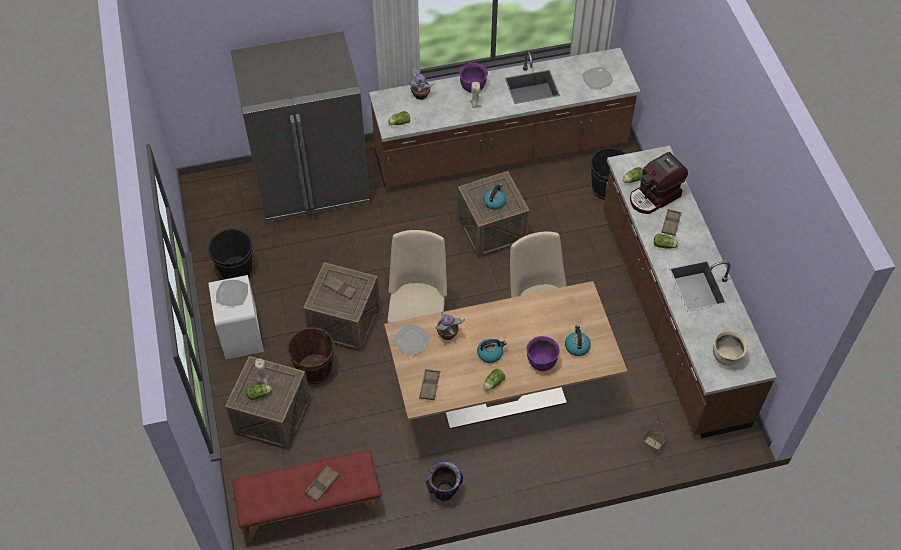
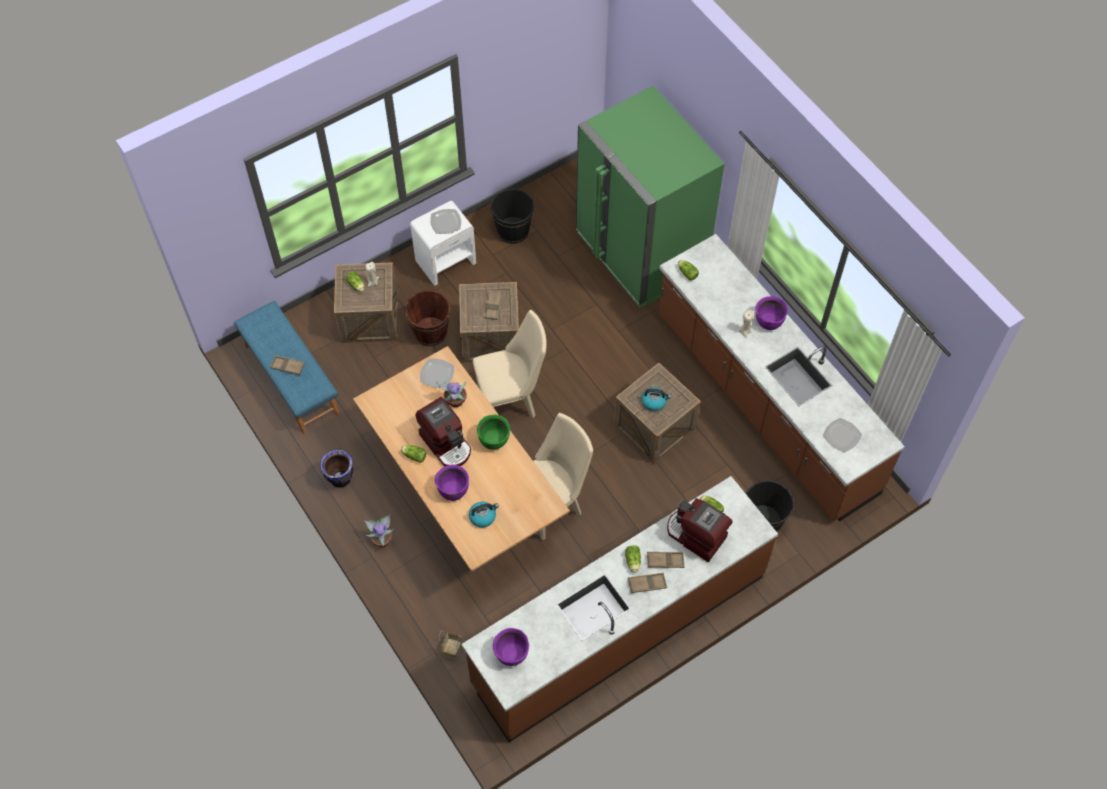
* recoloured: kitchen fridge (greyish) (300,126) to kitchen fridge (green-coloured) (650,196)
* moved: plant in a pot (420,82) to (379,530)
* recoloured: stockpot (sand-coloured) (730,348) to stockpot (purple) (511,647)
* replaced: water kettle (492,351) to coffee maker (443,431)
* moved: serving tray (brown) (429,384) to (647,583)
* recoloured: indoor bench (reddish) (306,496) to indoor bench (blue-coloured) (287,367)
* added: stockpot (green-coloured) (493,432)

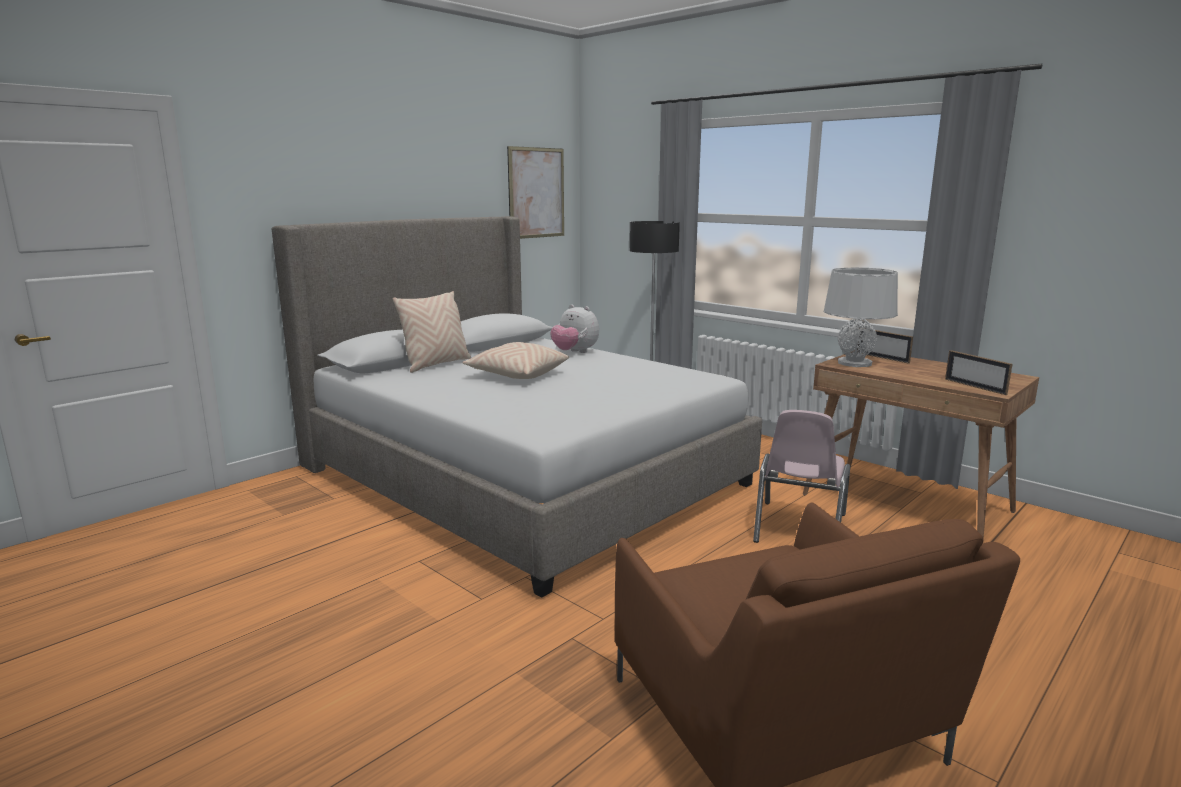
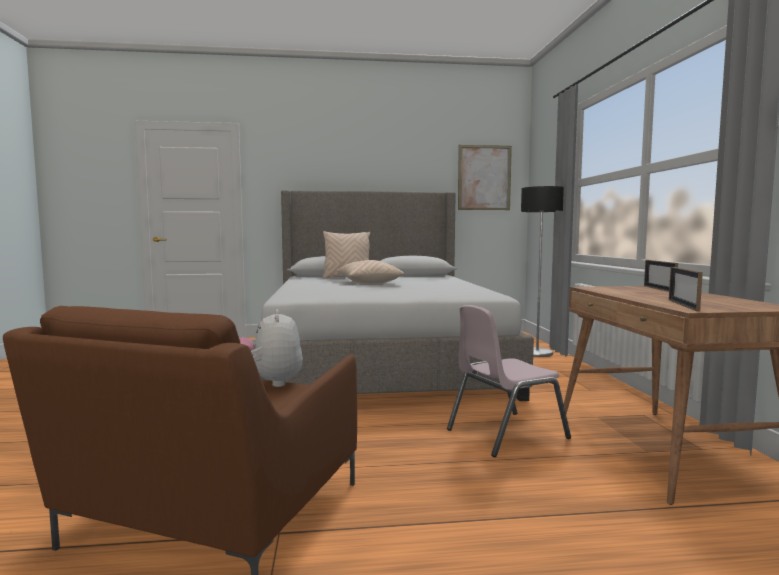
* removed: table lamp (greyish) (861,317)
* moved: cuddly toy (575,328) to (271,348)

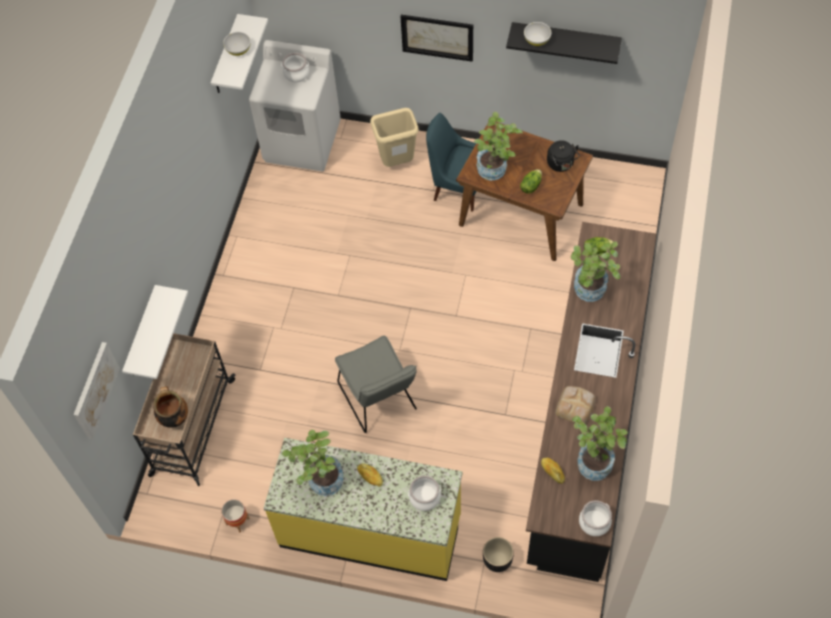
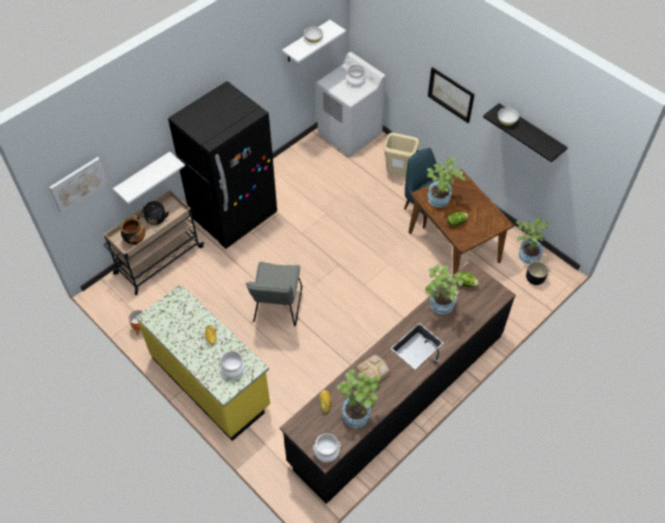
* moved: water kettle (black-coloured) (563,156) to (155,213)
* moved: plant in a pot (313,463) to (532,241)
* moved: planter (black-coloured) (498,554) to (537,273)
* added: kitchen fridge (black-coloured) (222,165)

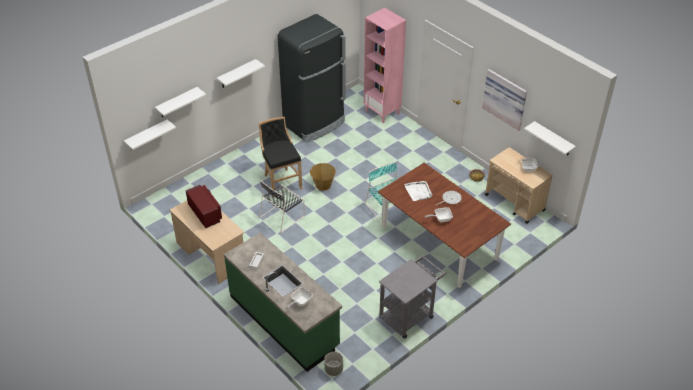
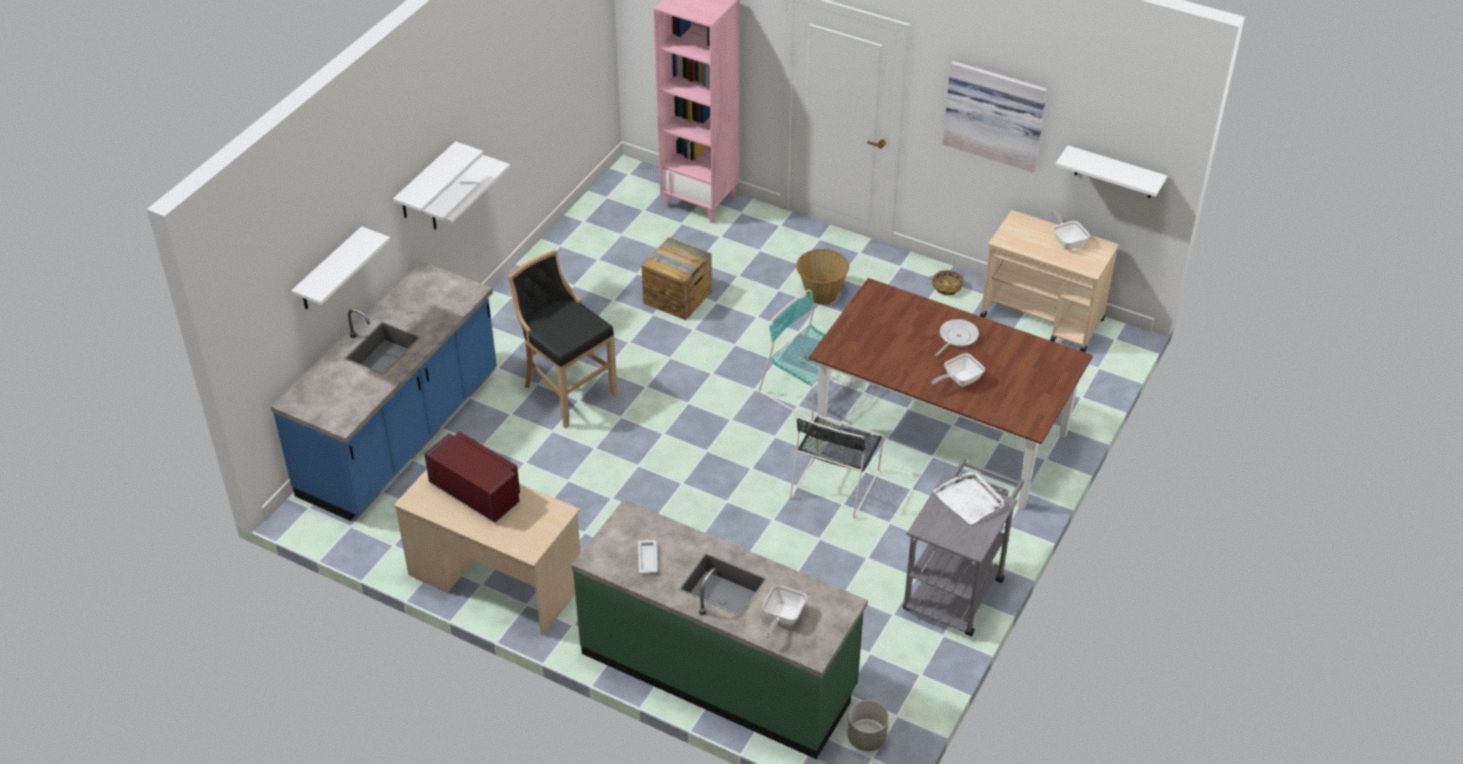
* removed: kitchen fridge (black-coloured) (311,78)
* moved: shelf (white-coloured) (150,134) to (467,192)
* moved: basket (323,177) to (822,277)
* moved: plain chair (black-coloured) (281,207) to (837,466)
* moved: serving tray (white-coloured) (418,191) to (969,498)
* added: packing crate (677,278)
* added: kitchen counter (blue-coloured) (384,391)

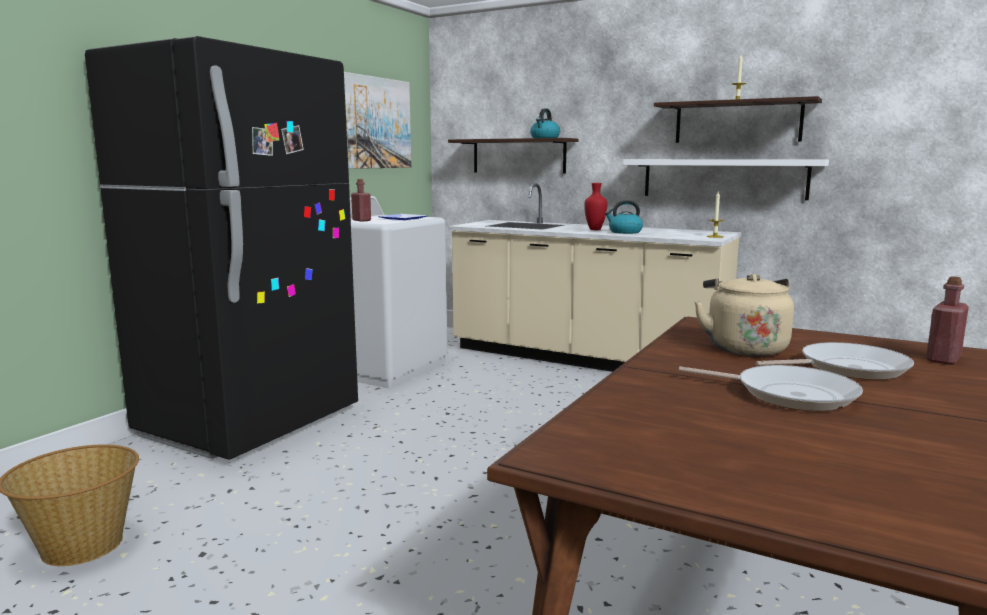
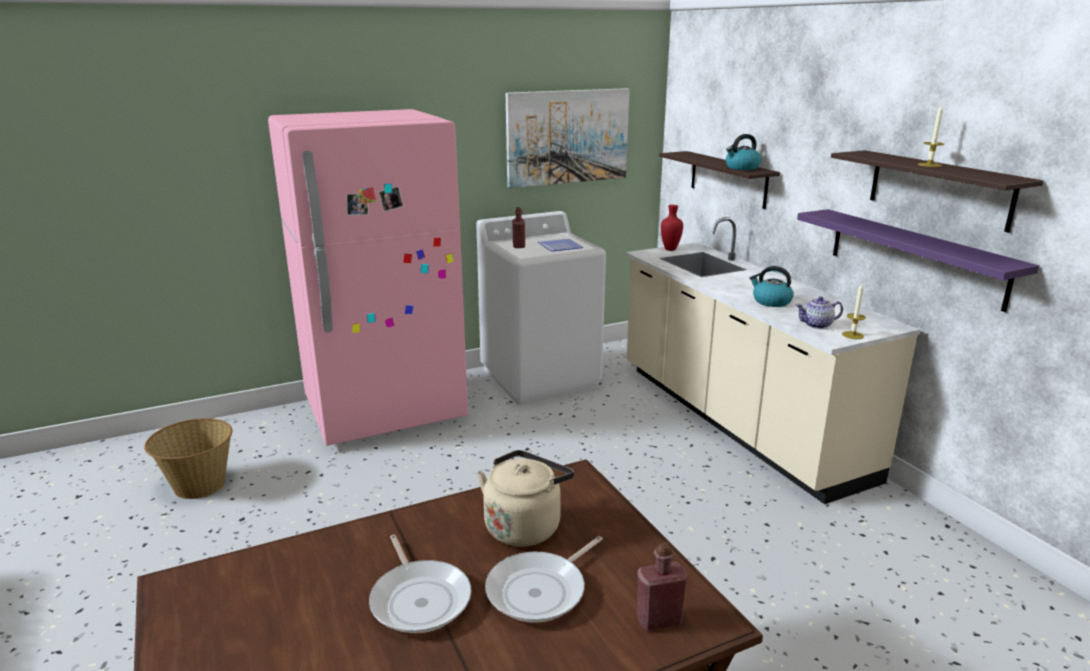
* recoloured: kitchen fridge (black-coloured) (221,248) to kitchen fridge (pinkish) (368,277)
* recoloured: shelf (white-coloured) (726,179) to shelf (purple) (918,260)
* moved: flower vase (reddish) (595,206) to (672,228)
* turned: pan (834,361) = (544,579) 105 degrees clockwise
* added: tea pot (819,312)

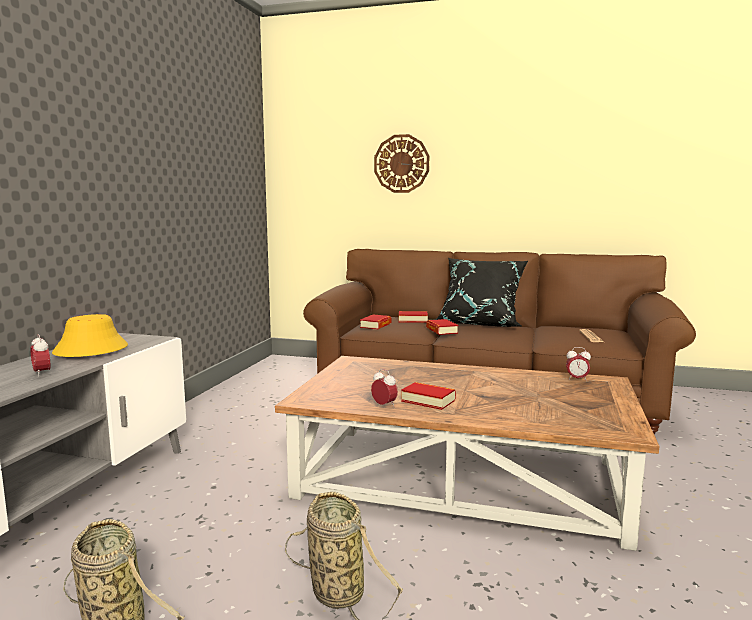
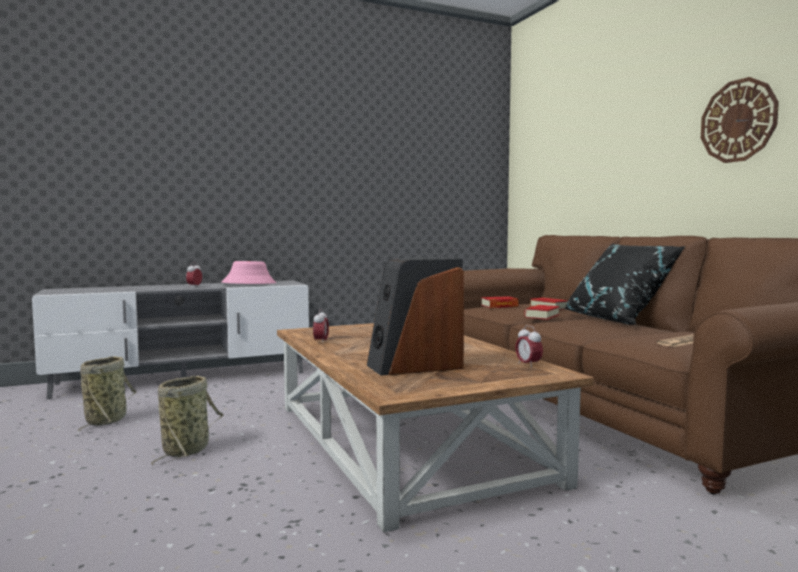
* moved: clock on the wall (401,163) to (740,120)
* recoloured: wearable hat (yellow) (90,335) to wearable hat (pinkish) (249,272)
* removed: bound book (428,396)
* added: audio speaker (415,316)

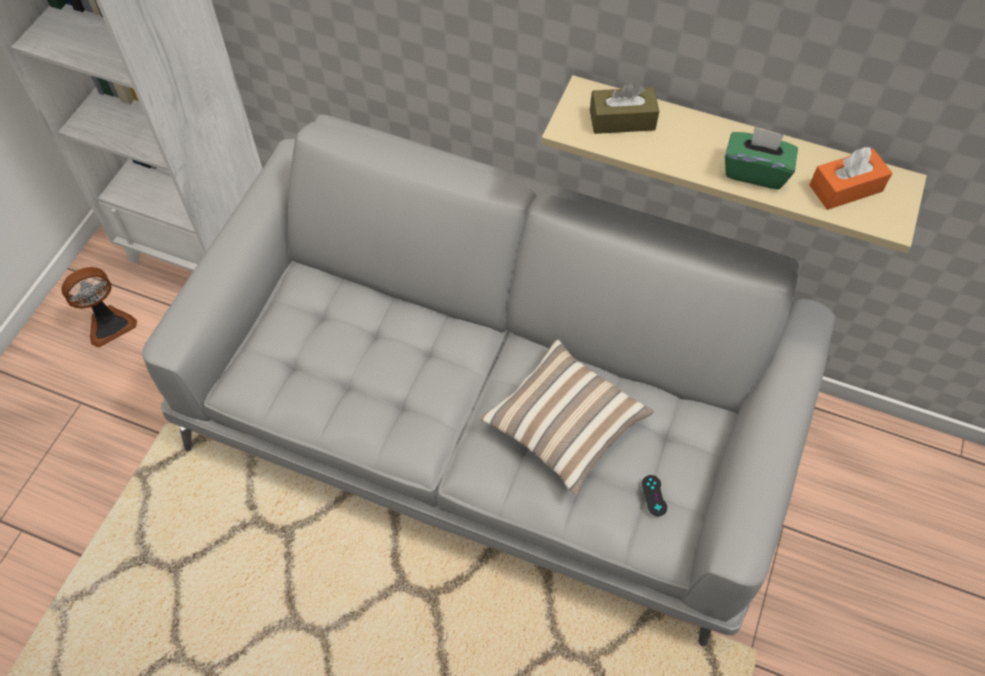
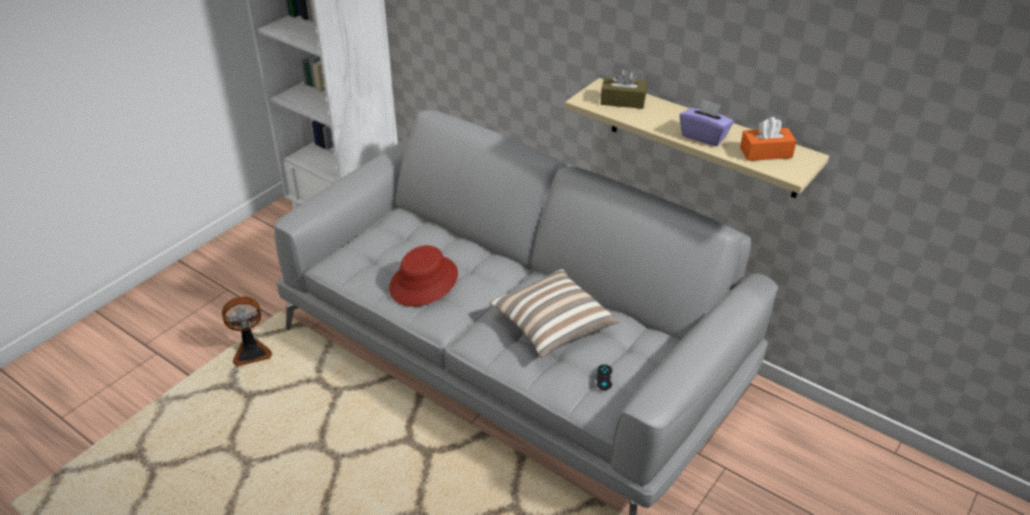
* recoloured: box of tissues (green-coloured) (761,158) to box of tissues (purple) (707,122)
* moved: cooling fan (99,307) to (247,331)
* added: wearable hat (reddish) (423,275)

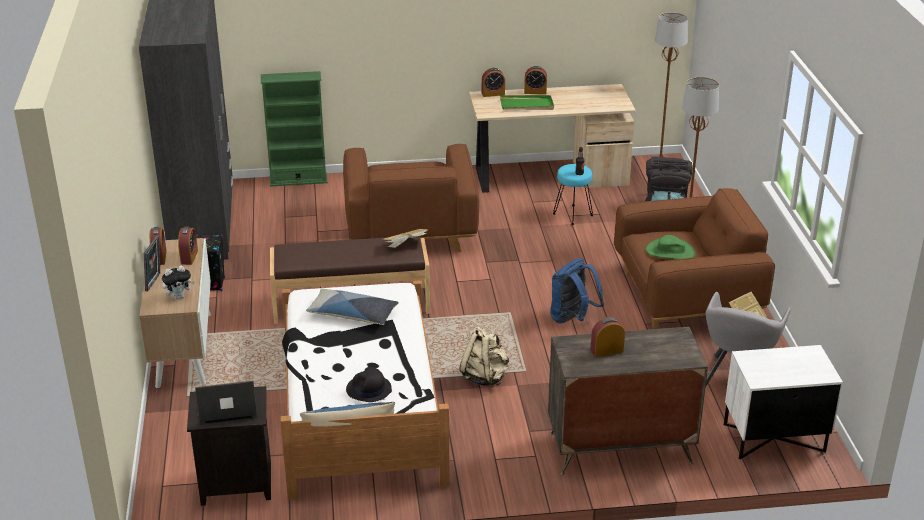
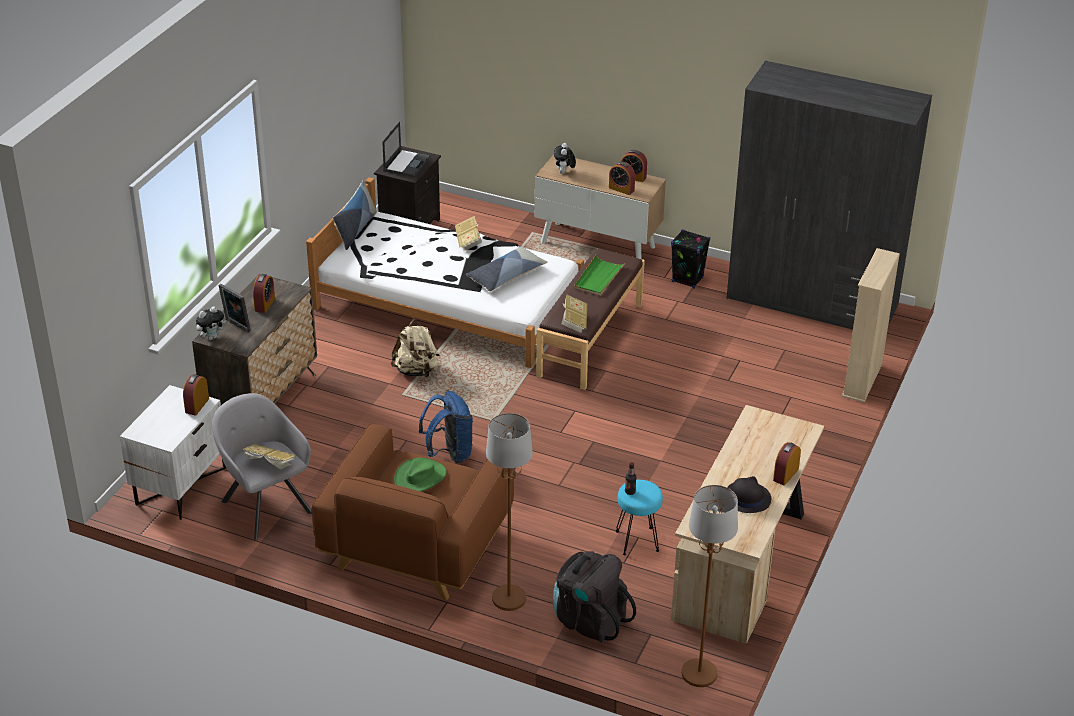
* moved: bedside clock (493,82) to (196,394)
* recoloured: shelving unit (green-coloured) (294,129) to shelving unit (sand-coloured) (871,325)
* moved: serving tray (green-coloured) (527,102) to (600,275)
* removed: armchair (brown) (411,198)
* moved: photo frame (152,263) to (234,308)
* moved: wearable hat (black-coloured) (369,384) to (749,494)
* added: bound book (468,233)
* added: cuddly toy (211,323)

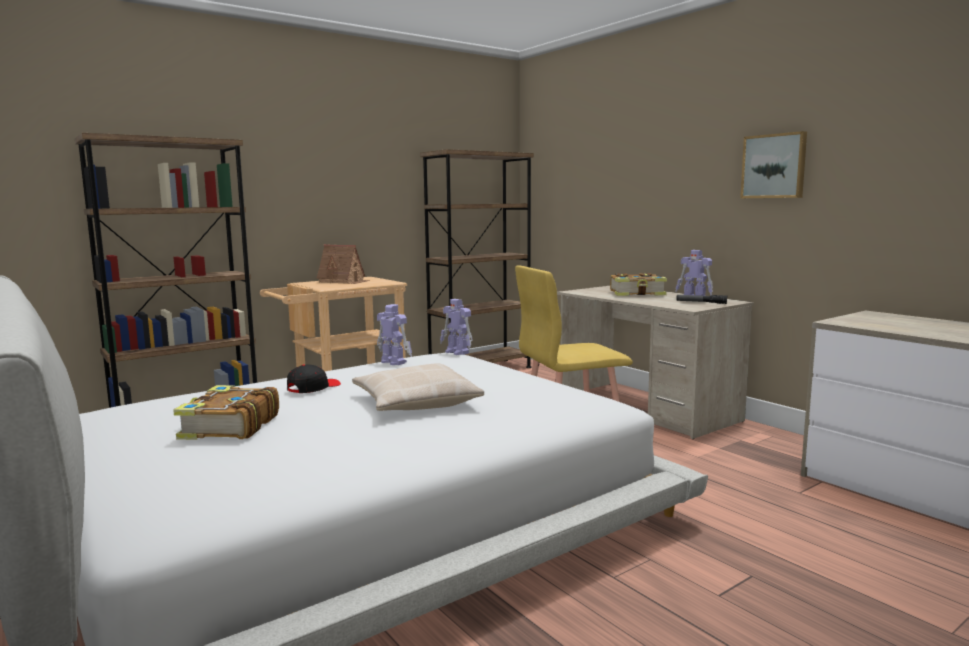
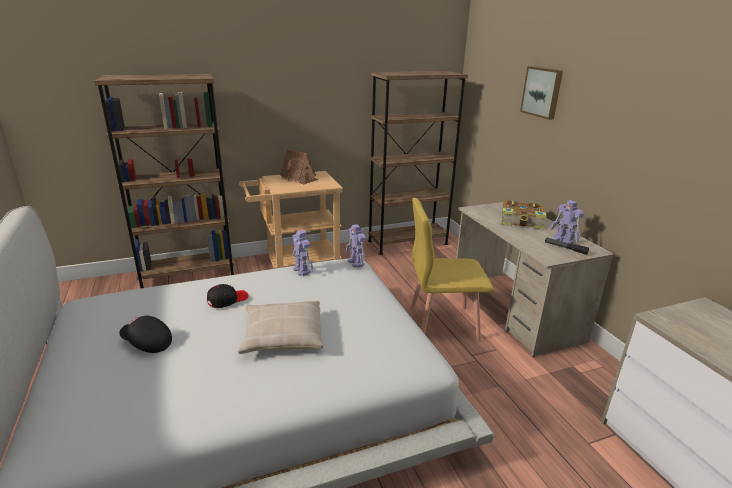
* moved: wall art (773,164) to (541,93)
* replaced: bound book (226,412) to peaked cap (black-coloured) (145,334)

